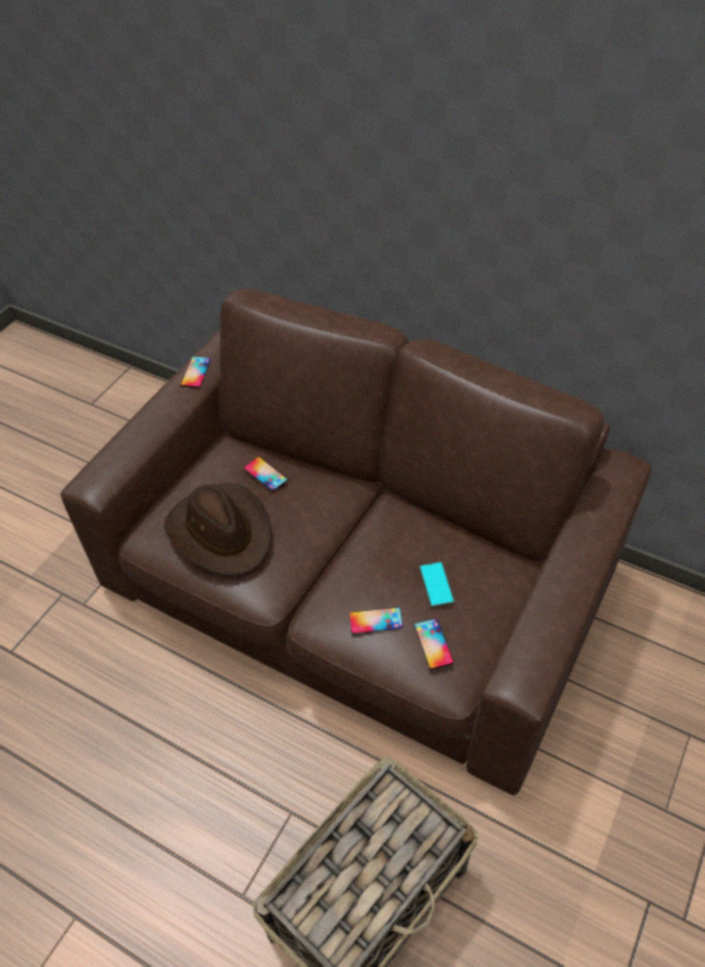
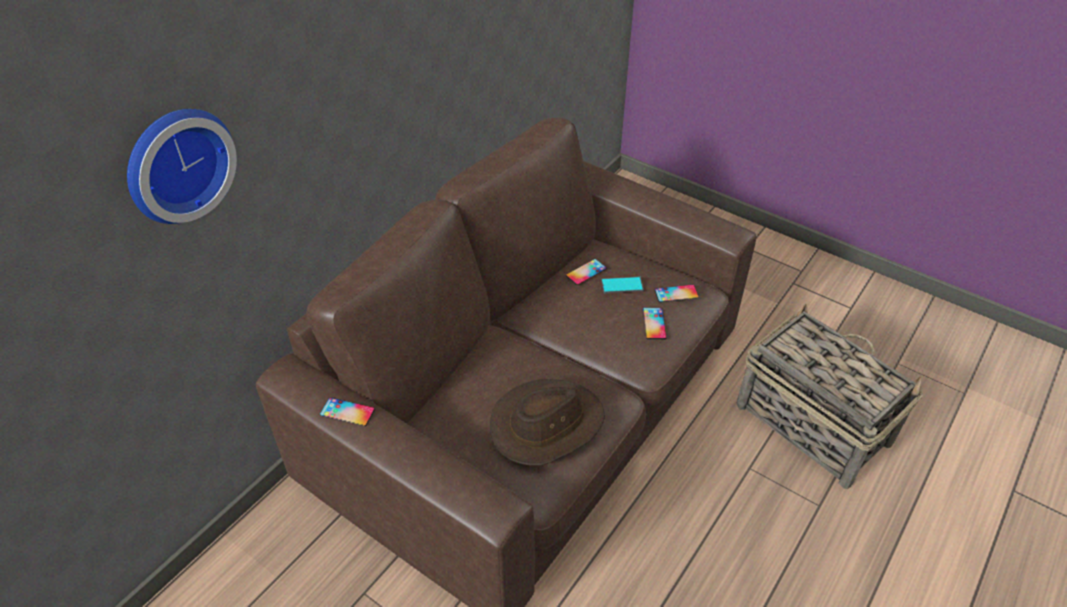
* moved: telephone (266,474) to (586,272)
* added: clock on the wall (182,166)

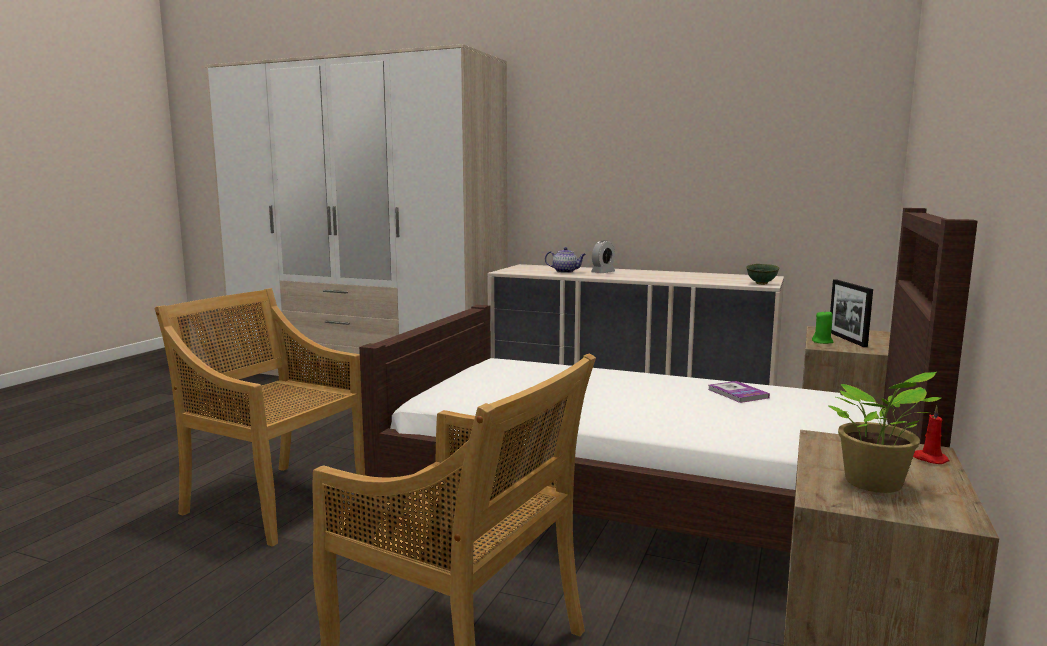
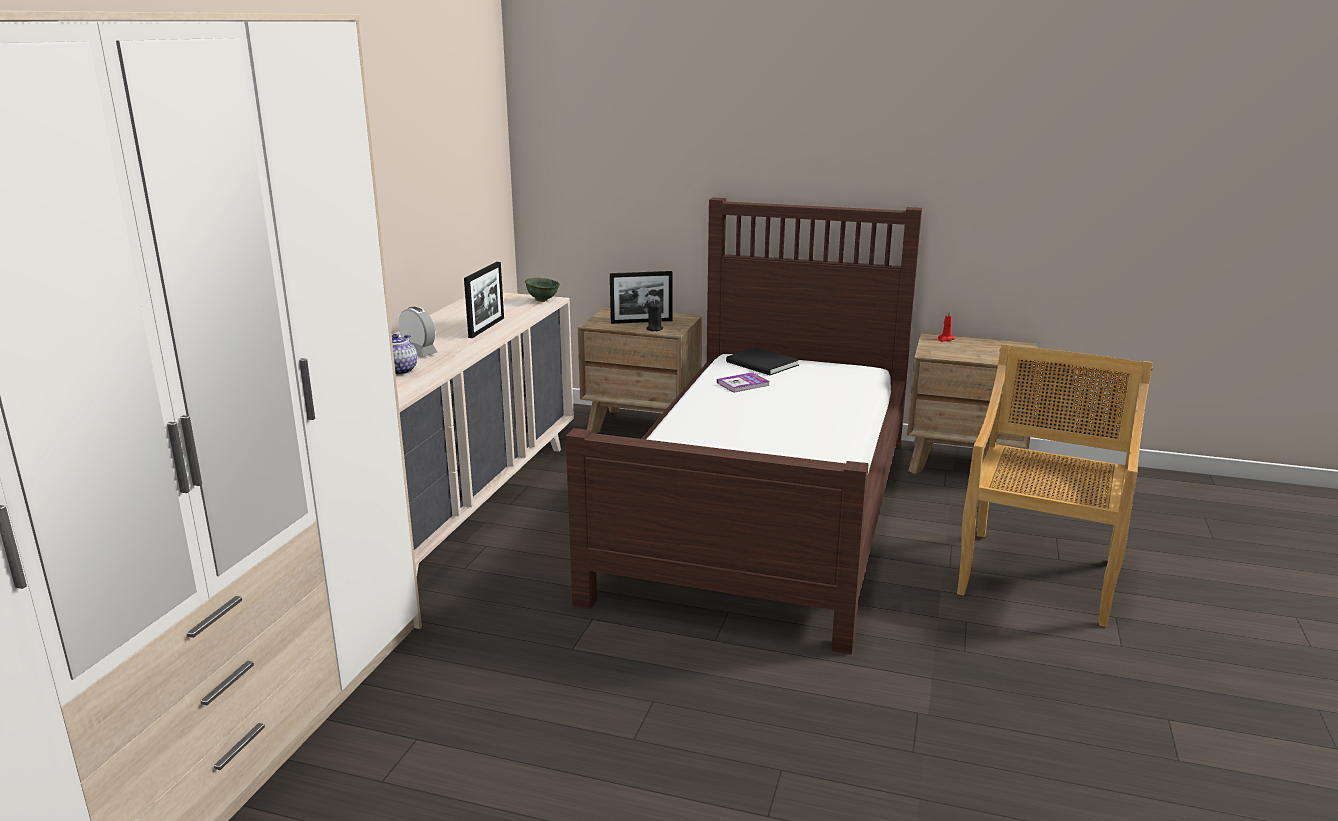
* removed: plain chair (sand-coloured) (259,417)
* recoloured: wax candle (green-coloured) (823,327) to wax candle (black-coloured) (654,315)
* removed: plant in a pot (884,432)
* added: photo frame (484,300)
* added: bound book (black-coloured) (762,361)

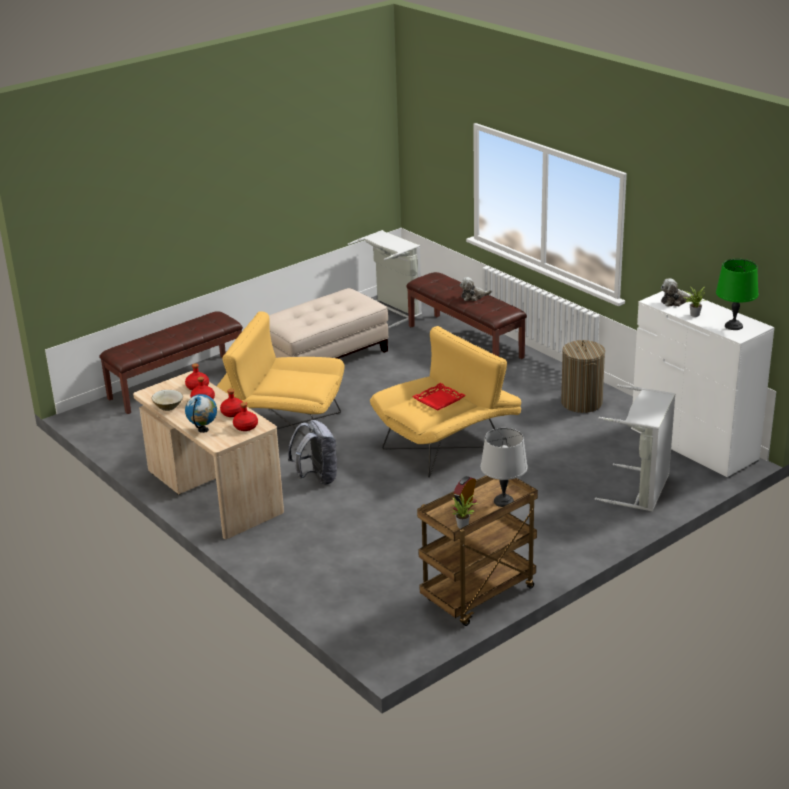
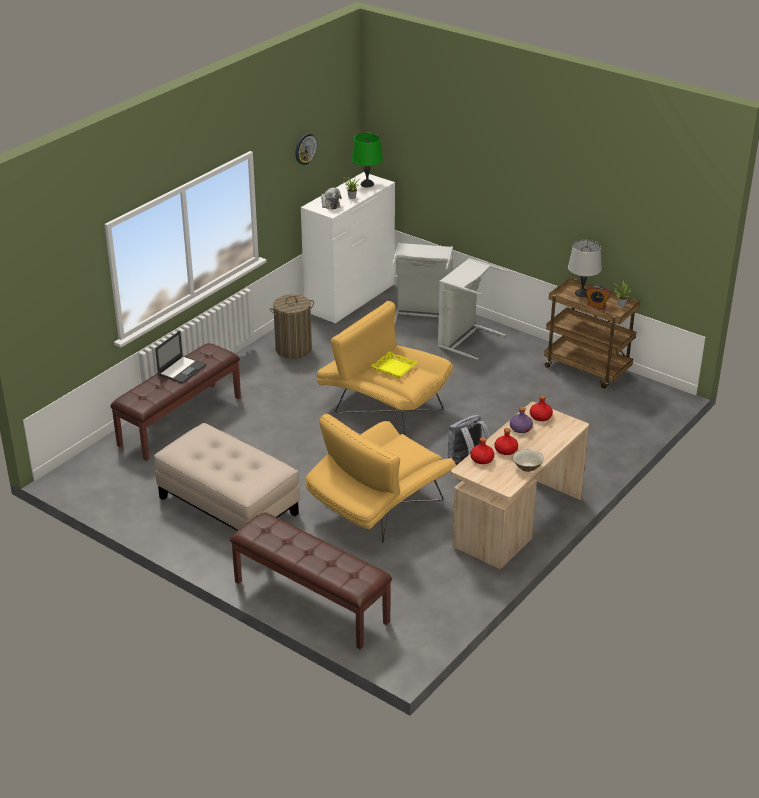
* moved: hamper (greyish) (384,279) to (473,309)
* replaced: cuddly toy (476,289) to portable computer (180,357)
* turned: armchair (yellow) (281,373) = (380,478) 45 degrees clockwise
* recoloured: serving tray (reddish) (439,397) to serving tray (yellow) (394,365)
* recoloured: beverage bottle (reddish) (231,403) to beverage bottle (purple) (521,420)
* removed: globe (201,413)
* added: clock on the wall (306,149)

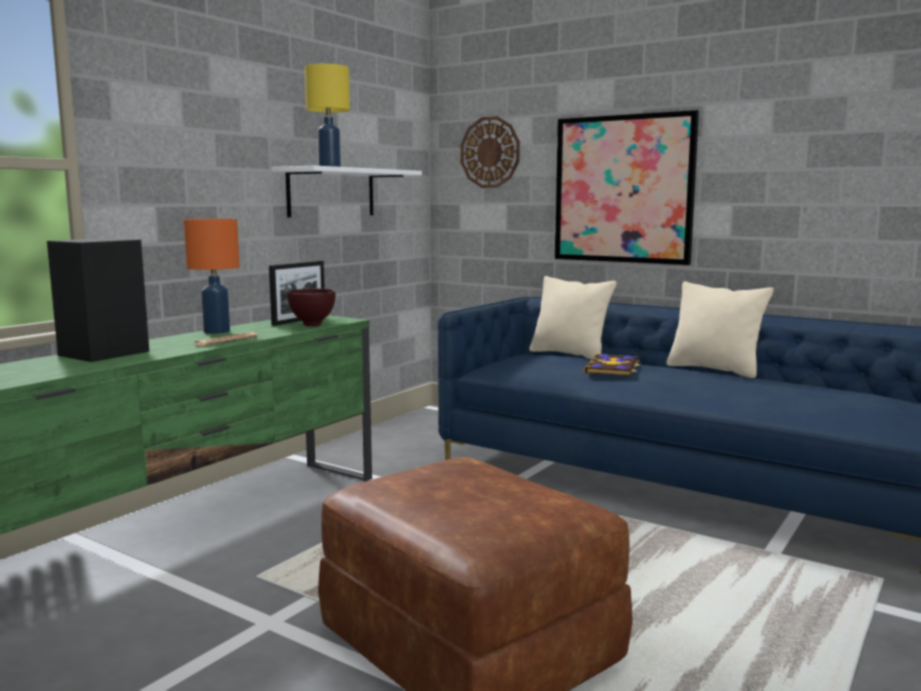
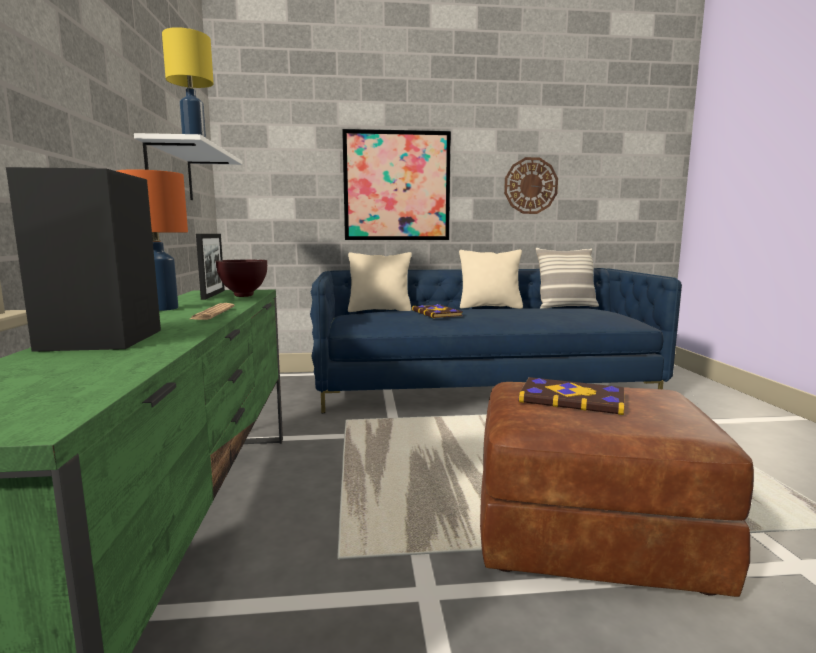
* moved: clock on the wall (490,152) to (531,185)
* added: throw pillow (567,278)
* added: bound book (572,396)

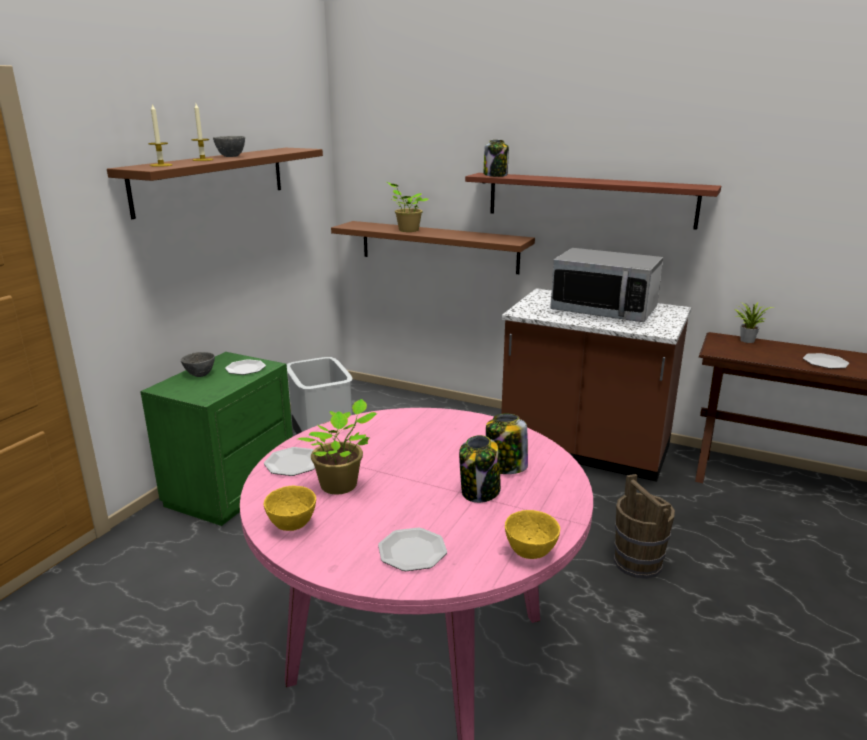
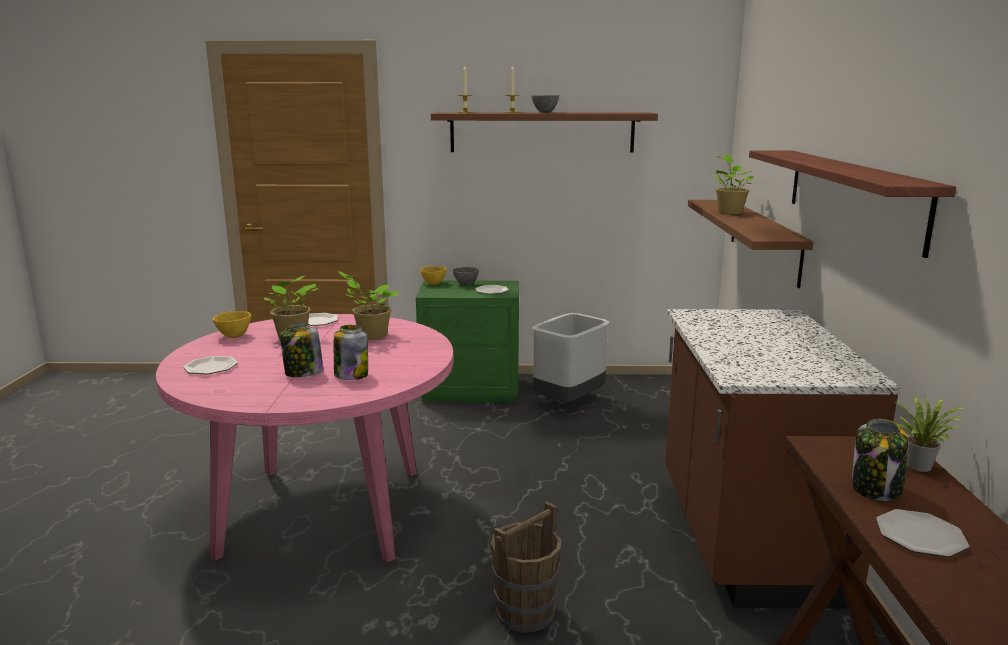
* moved: jar (496,158) to (880,460)
* removed: microwave oven (606,285)
* moved: bowl (yellow) (532,534) to (433,275)
* added: plant in a pot (368,305)

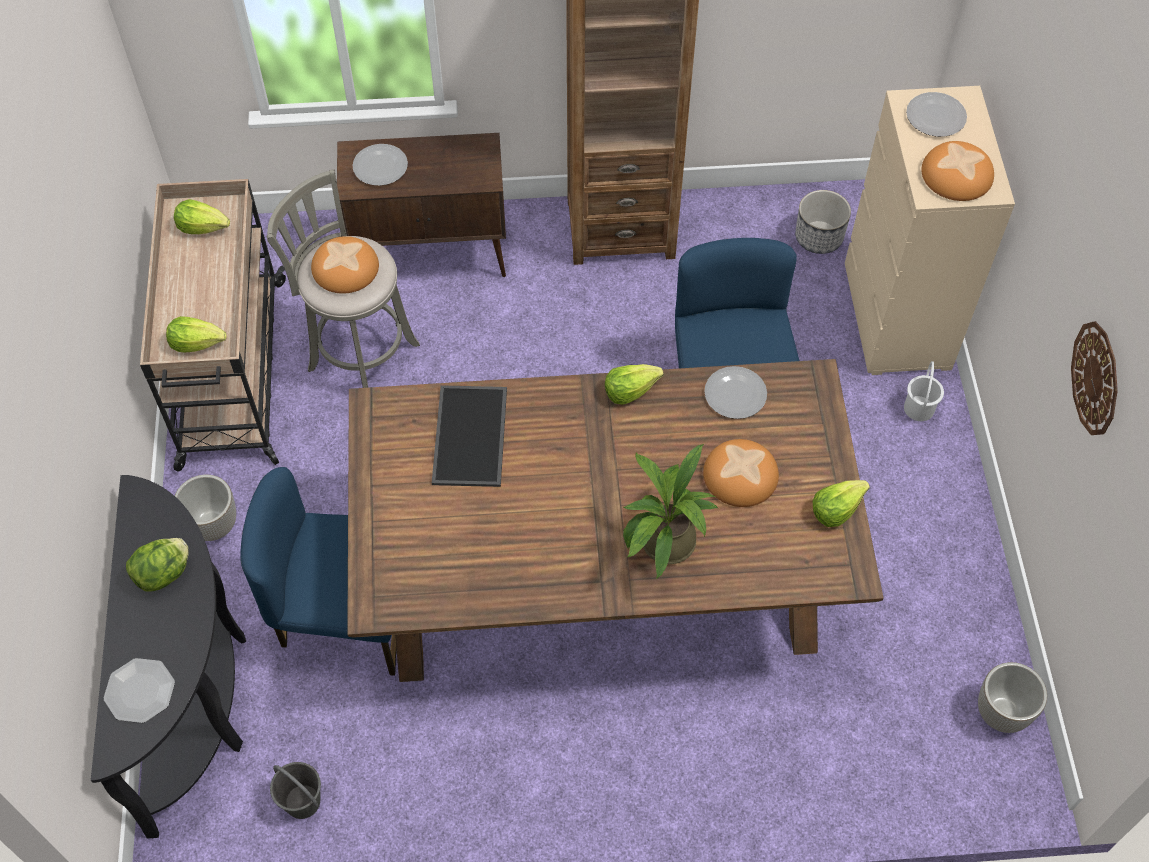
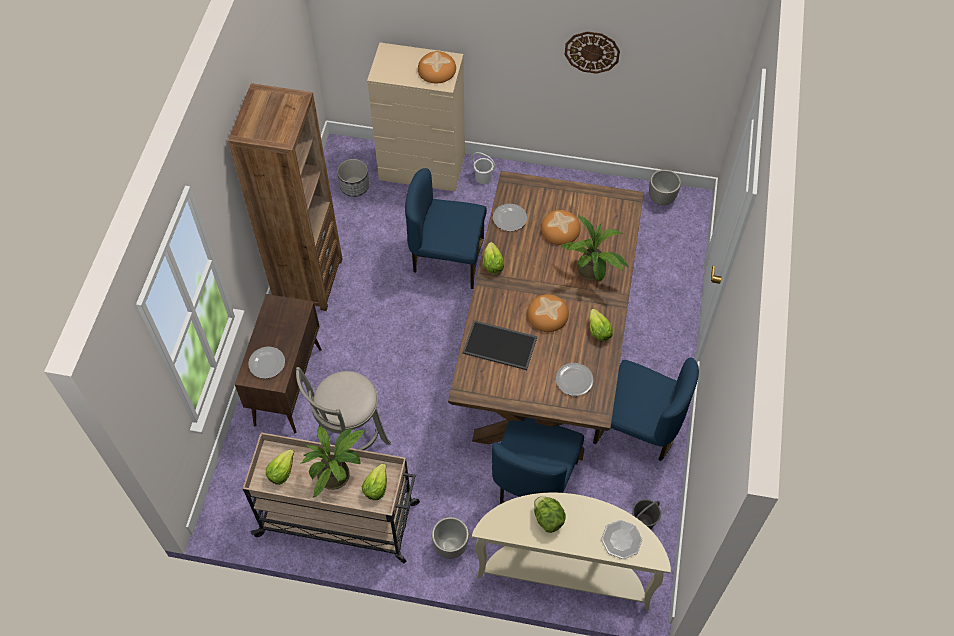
* moved: dinner plate (936,114) to (574,379)
* moved: bakery bread (345,265) to (548,313)
* recoloured: narrow table (black-coloured) (168,657) to narrow table (sand-coloured) (571,551)
* moved: head of lettuce (841,503) to (601,325)
* added: plain chair (blue-coloured) (646,409)
* added: plant in a pot (333,461)

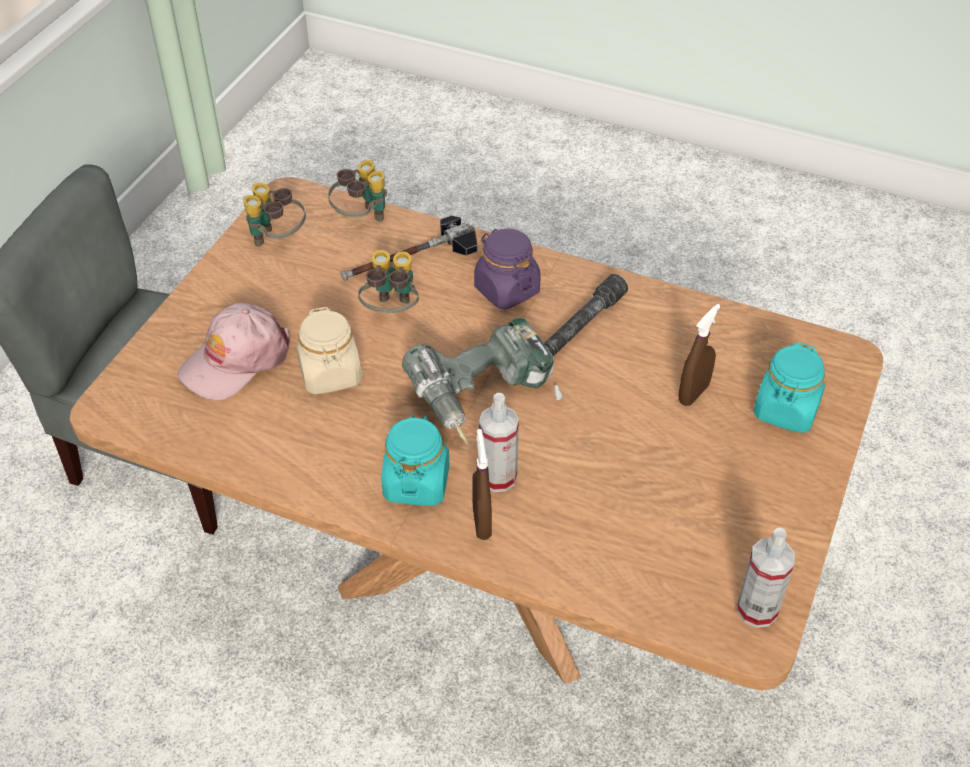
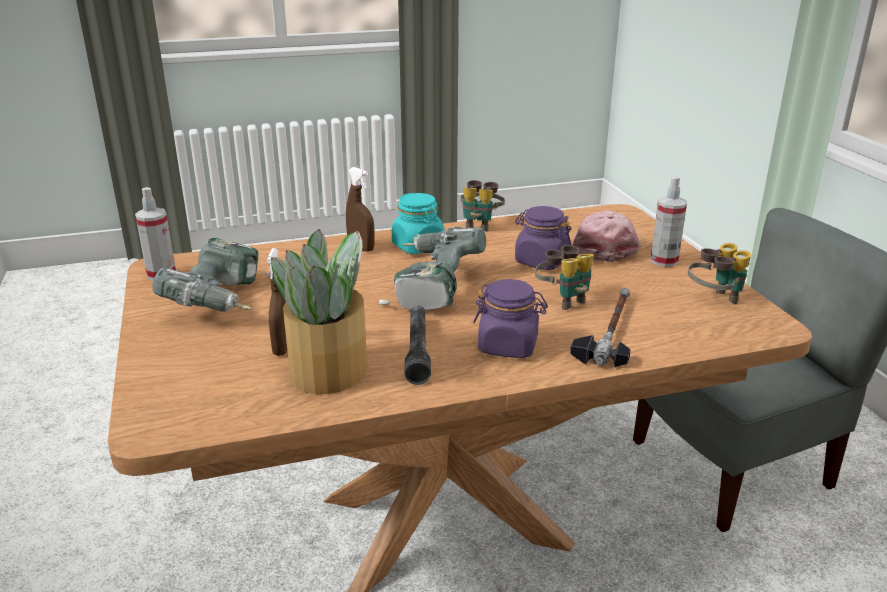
* moved: pair of binoculars (357,191) to (483,206)
* recoloured: jar (sand-coloured) (329,350) to jar (purple) (543,238)
* removed: jar (blue-green) (789,387)
* moved: hand sprayer (499,442) to (668,221)
* added: plant in a pot (319,312)
* added: power drill (211,275)

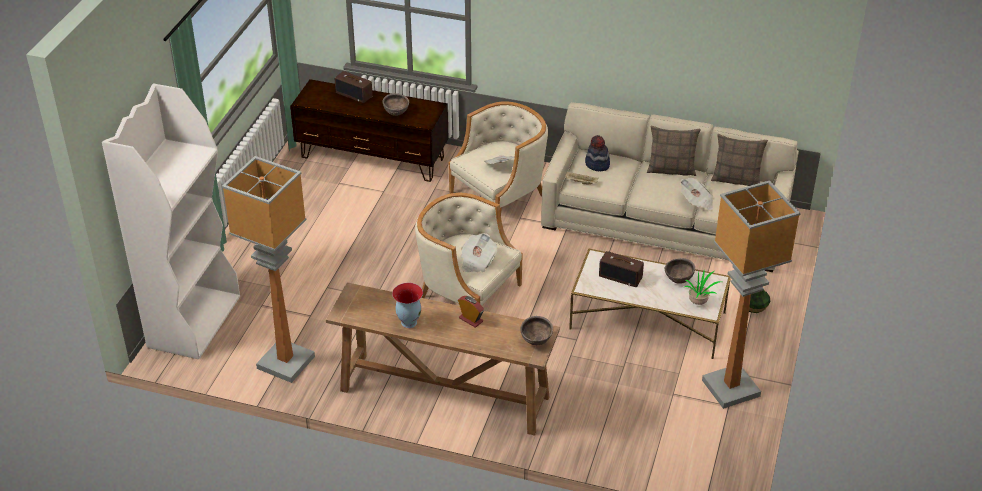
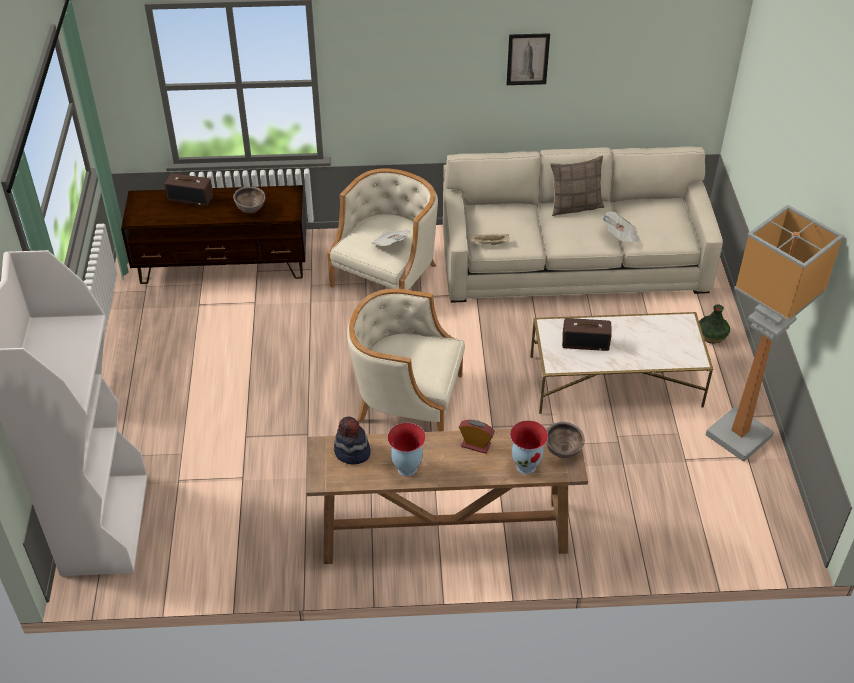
* removed: throw pillow (739,160)
* moved: wearable hat (597,153) to (352,440)
* removed: floor lamp (268,269)
* removed: newspaper (479,252)
* removed: bowl (brown) (680,271)
* removed: plant in a pot (703,288)
* added: wall art (528,59)
* added: flower vase (529,447)

